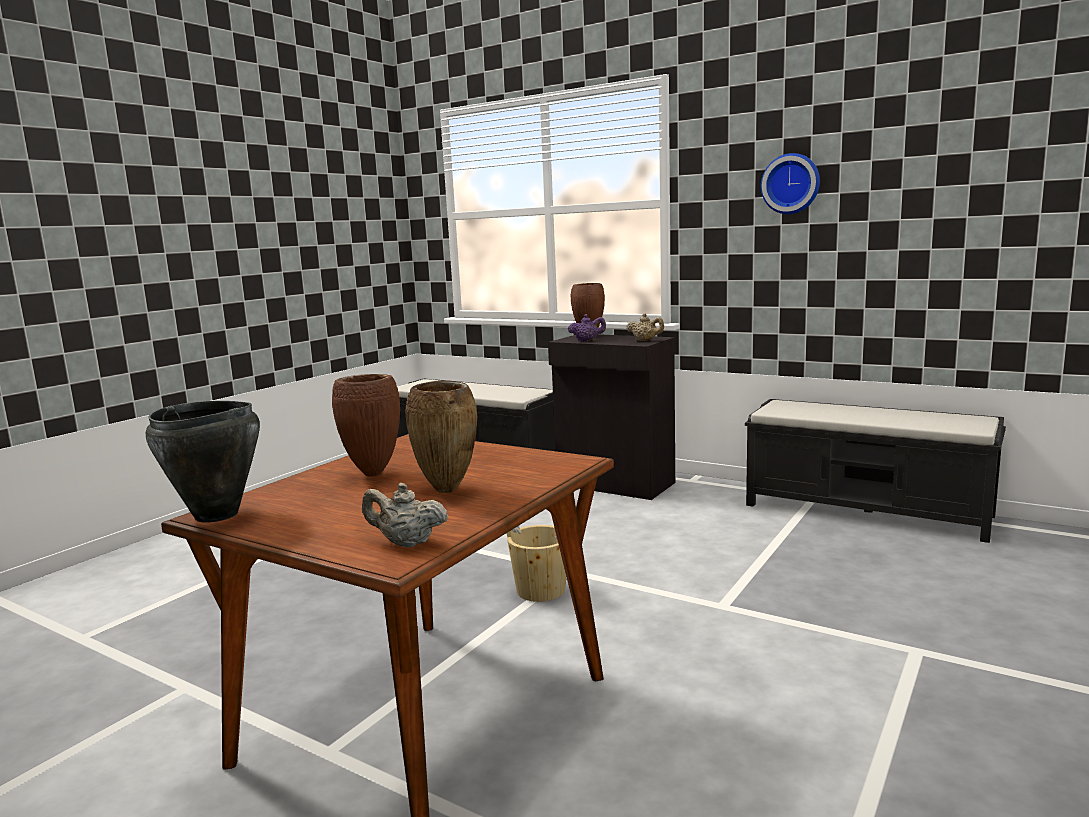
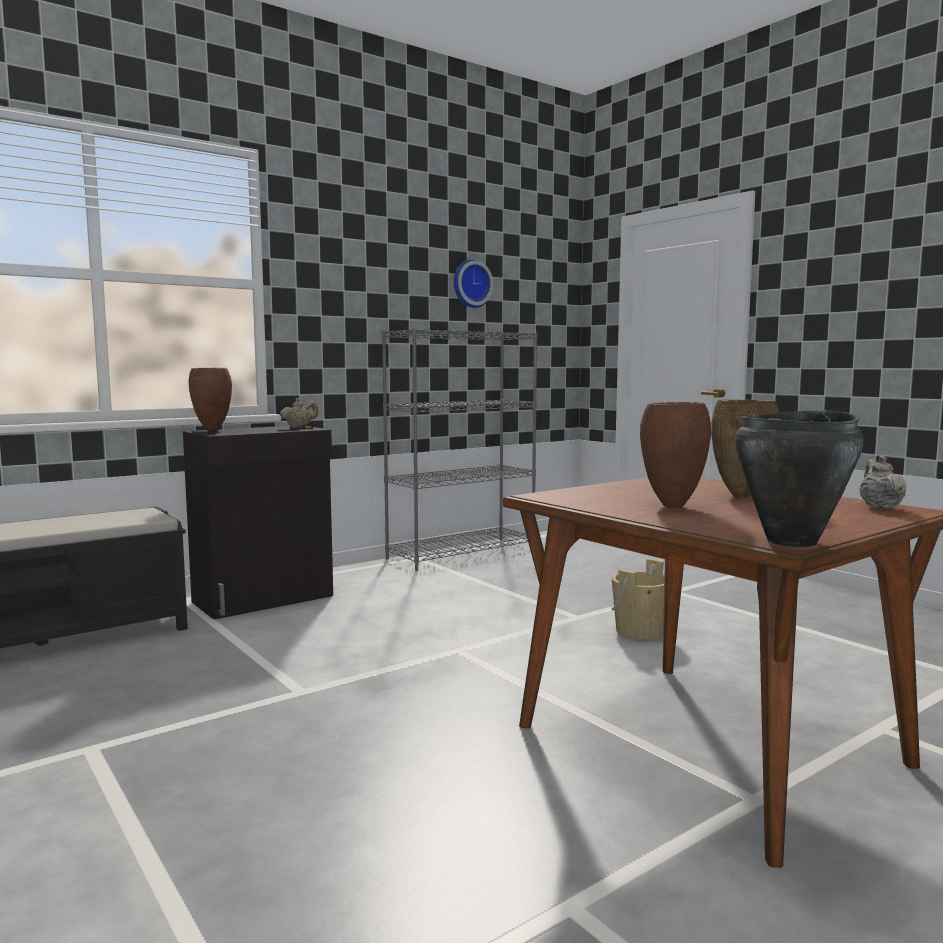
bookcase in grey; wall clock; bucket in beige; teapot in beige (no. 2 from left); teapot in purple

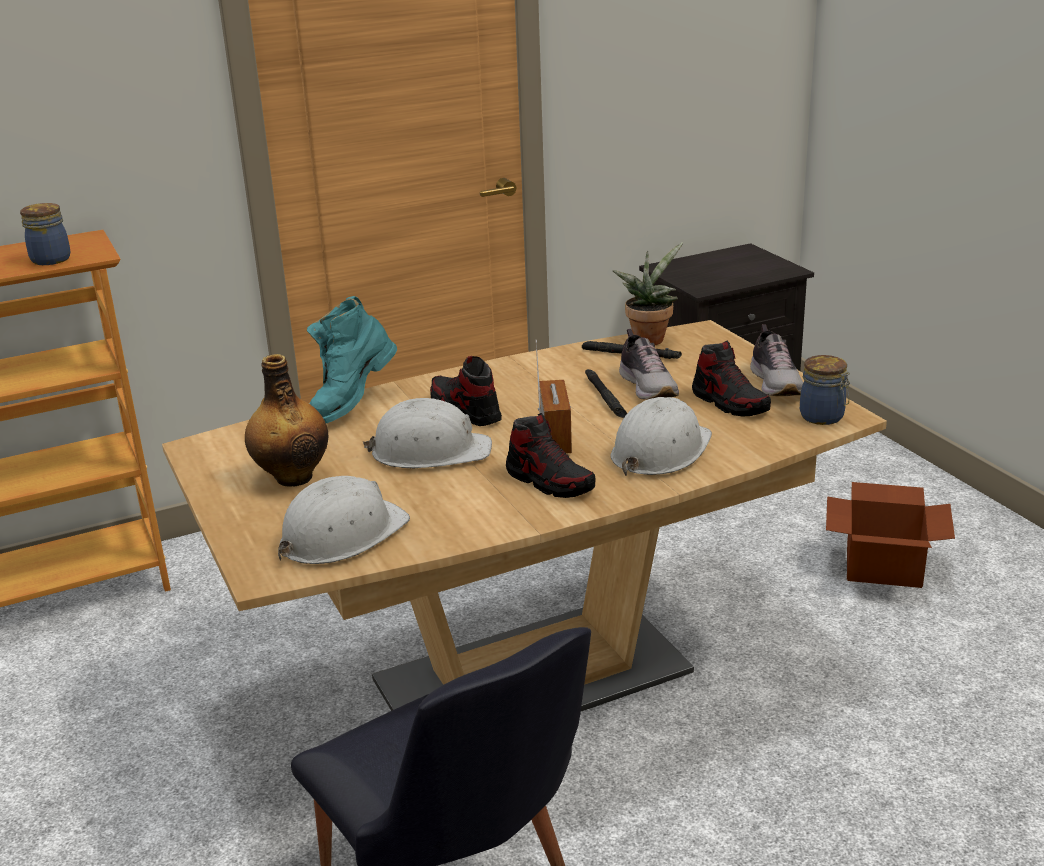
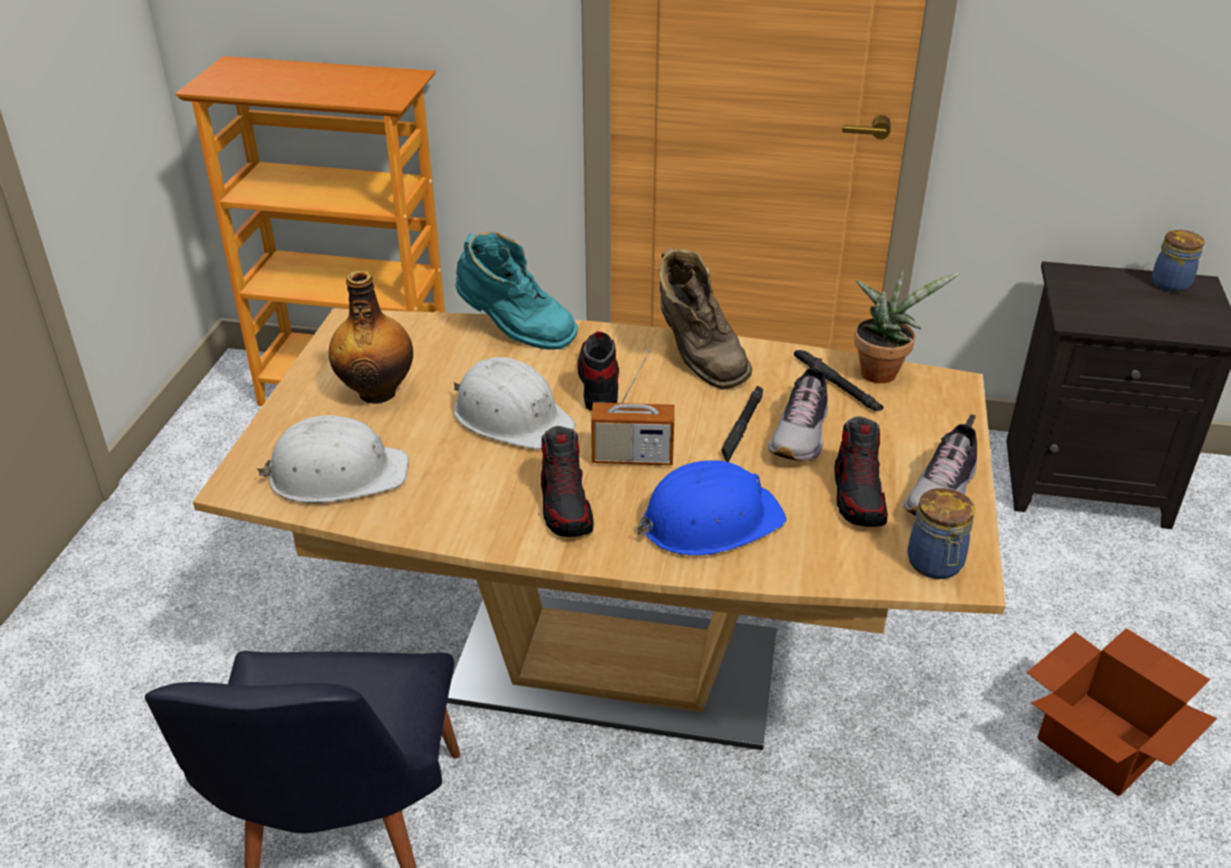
boot in turquoise; radio; hard hat in blue; boot in brown; jar (no. 2 from left)

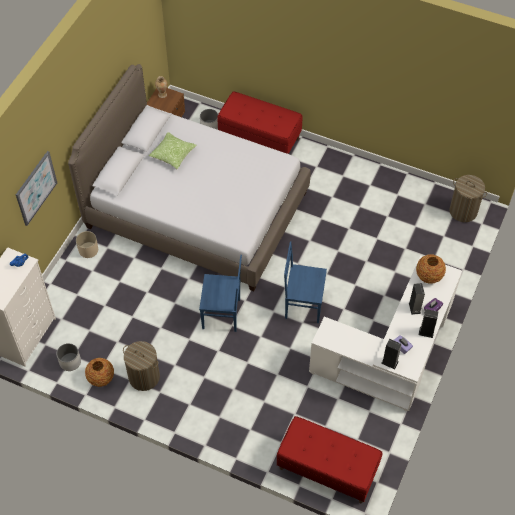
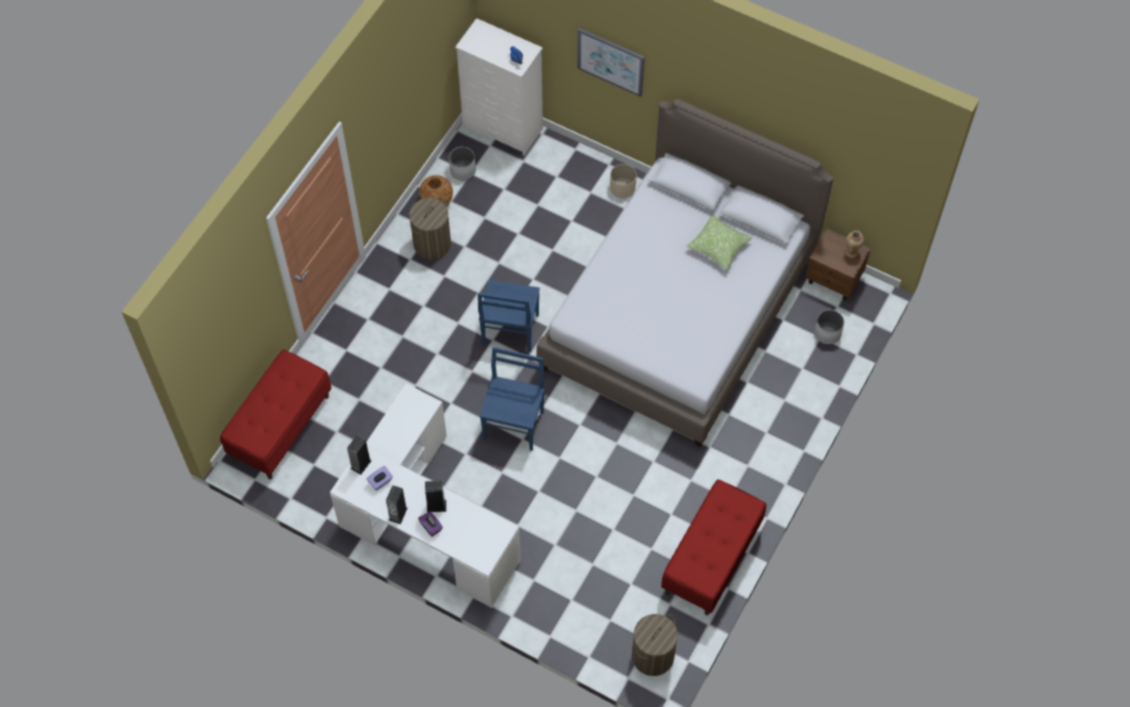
bench in red (no. 2 from left); vase (no. 3 from left in the first image)

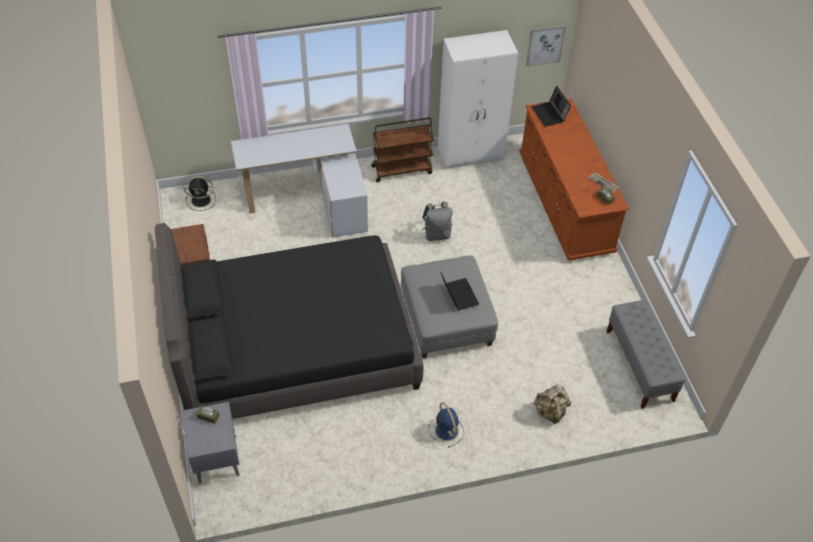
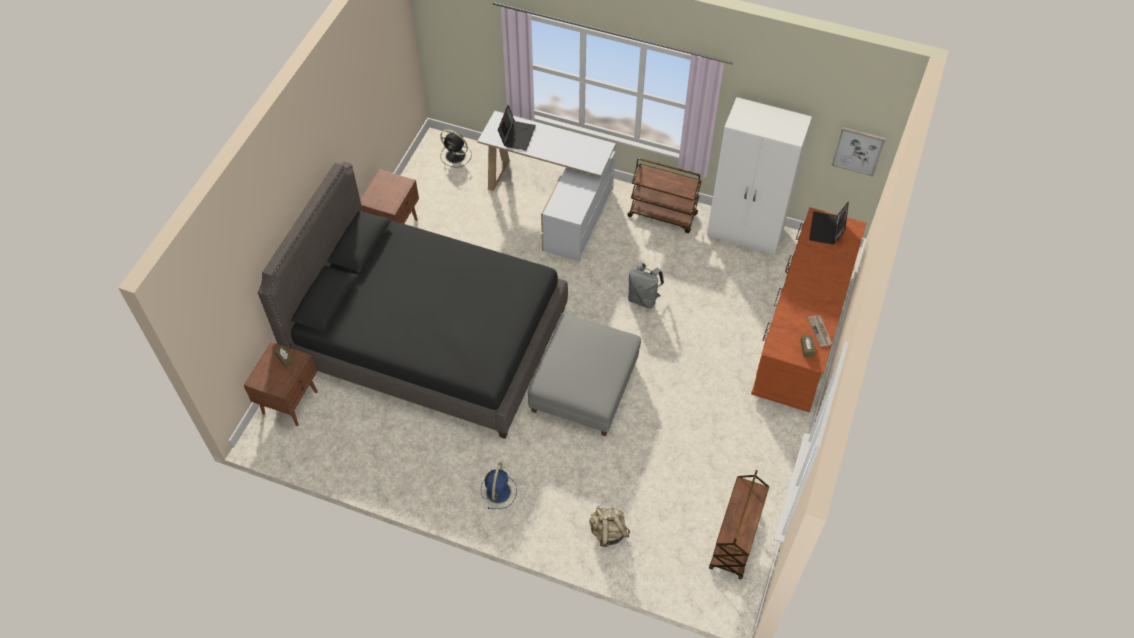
nightstand in brown (no. 1 from left); laptop (no. 1 from left); cart in brown (no. 2 from left)

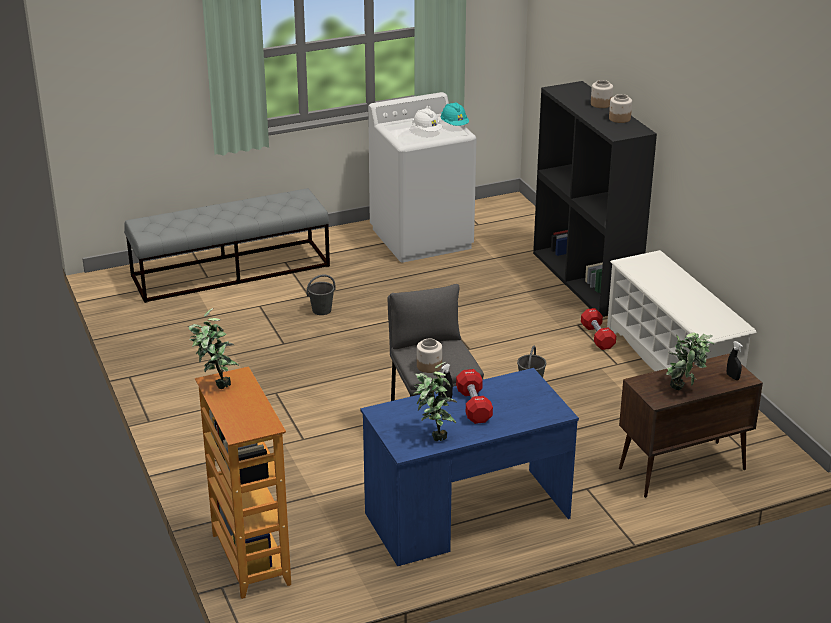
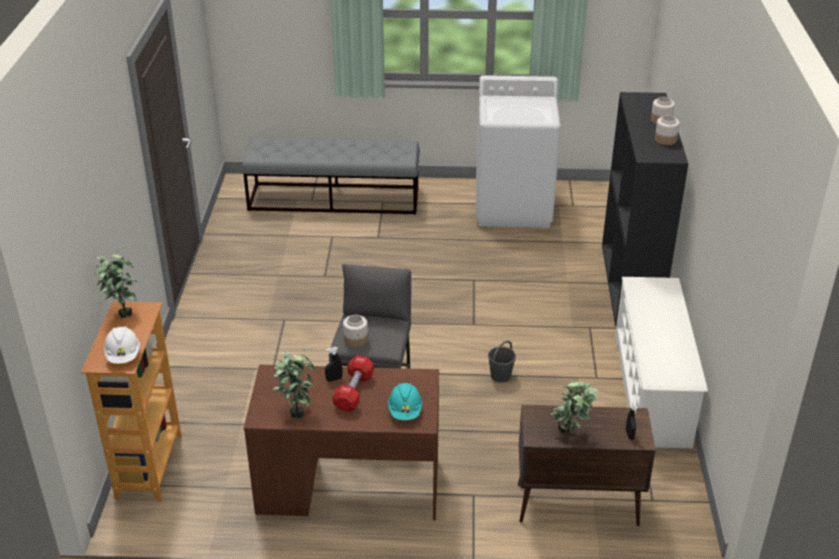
hard hat in white; desk in brown; hard hat in turquoise; bucket in grey (no. 1 from left in the first image); dumbbell in red (no. 2 from left in the first image)

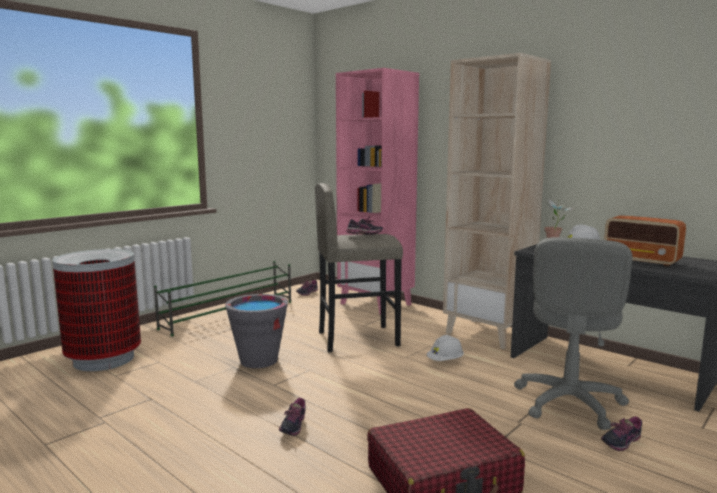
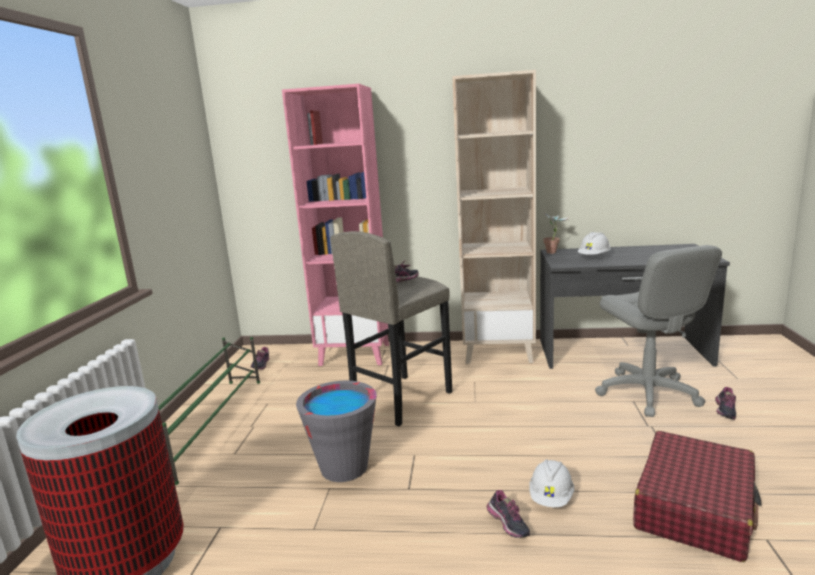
hard hat in white (no. 1 from left); radio

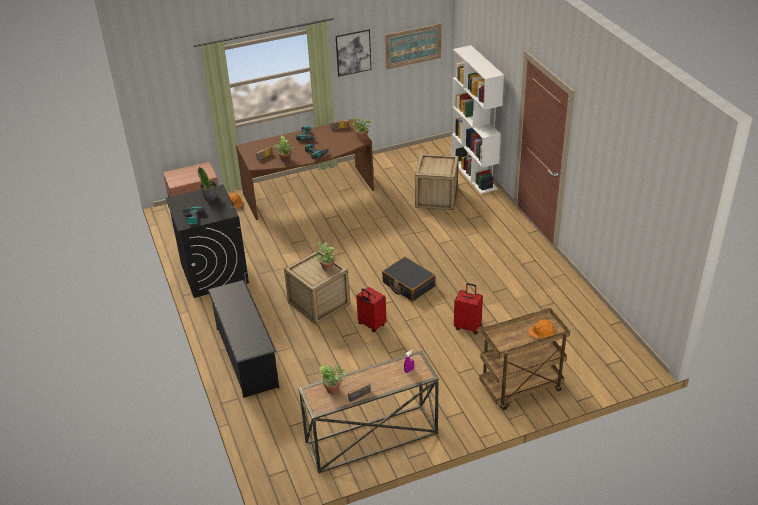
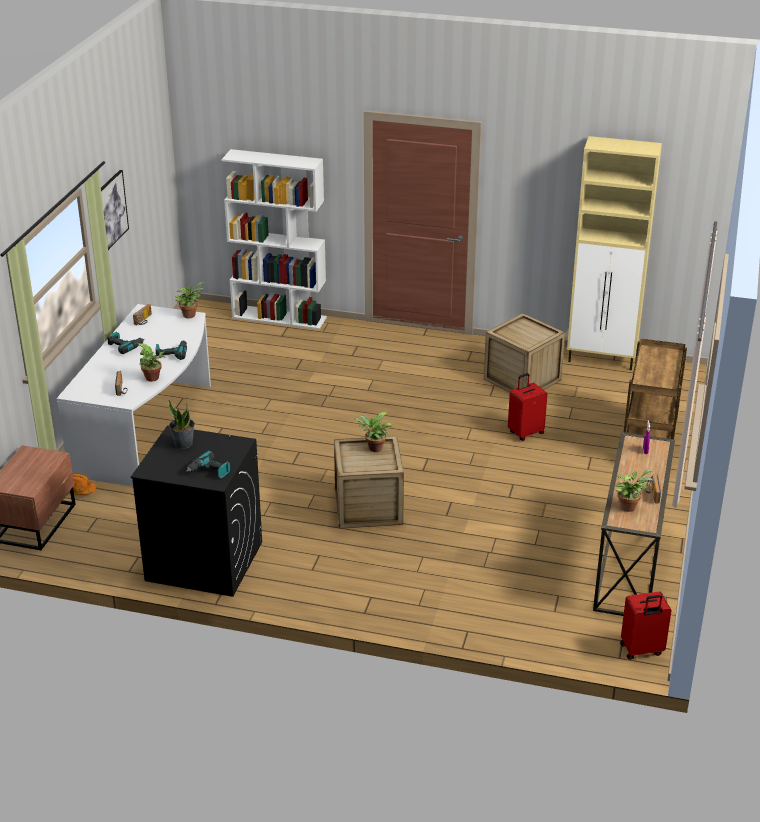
desk in white; crate (no. 2 from left); cabinet in beige; suitcase in red (no. 2 from left); shoe rack in black; suitcase in black; picture (no. 2 from left in the first image); hard hat in orange (no. 2 from left in the first image)

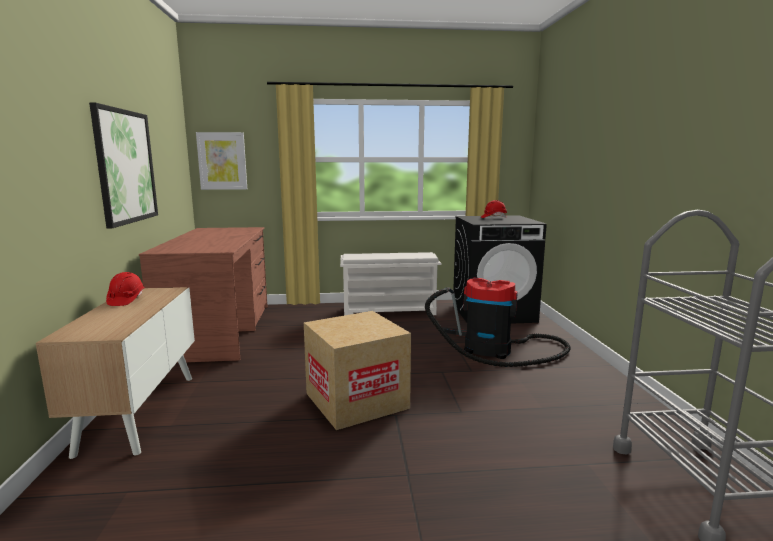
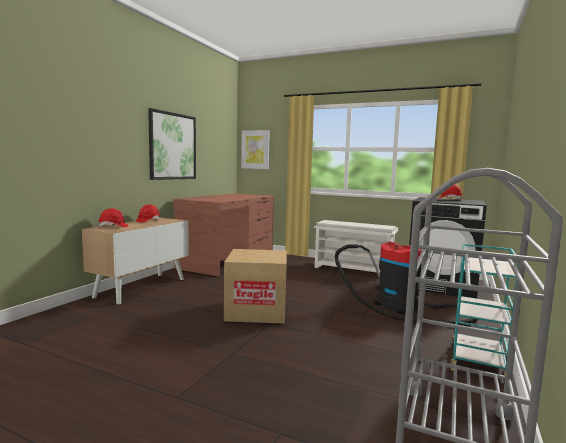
hard hat in red (no. 1 from left); cart in turquoise

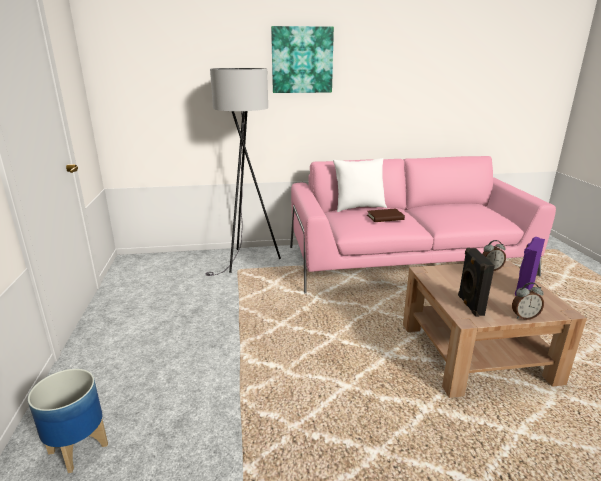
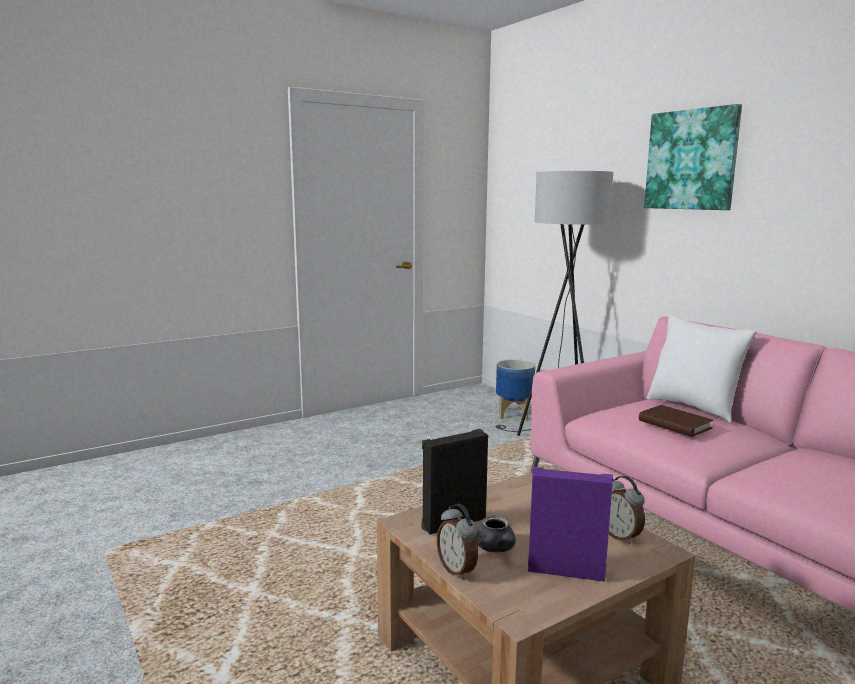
teapot in grey; planter

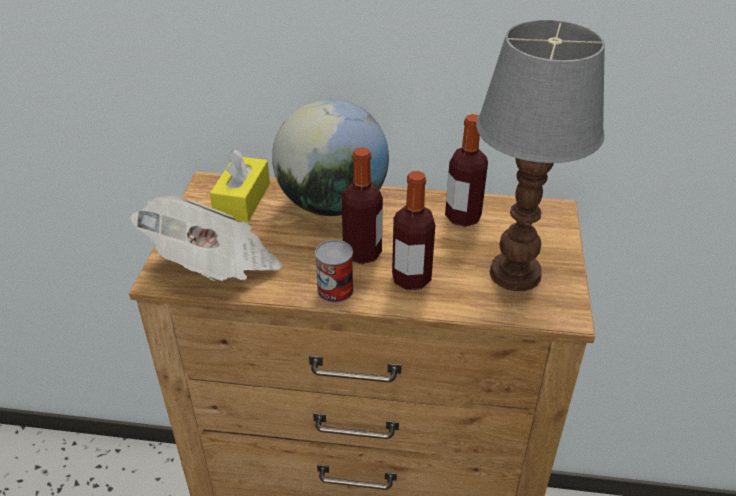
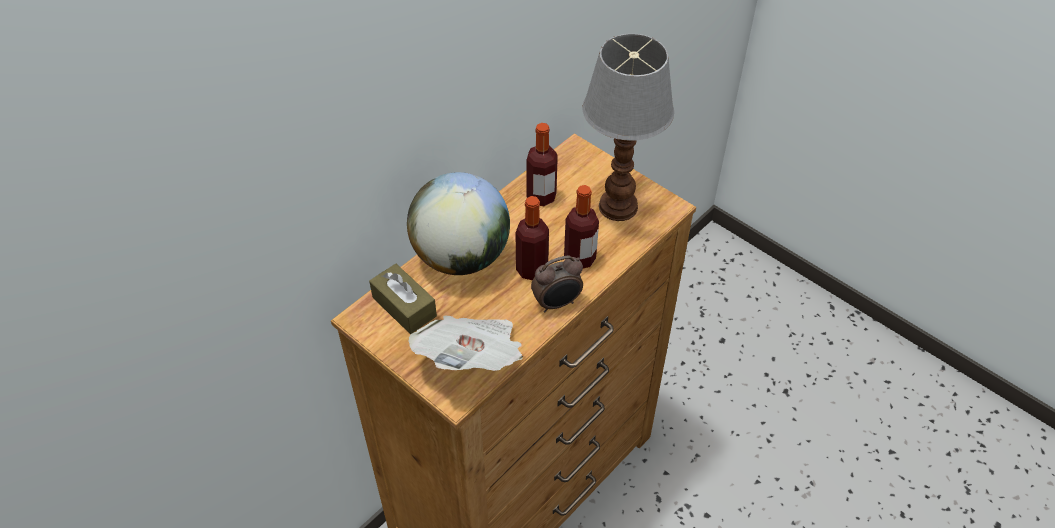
tissue box in brown; alarm clock

